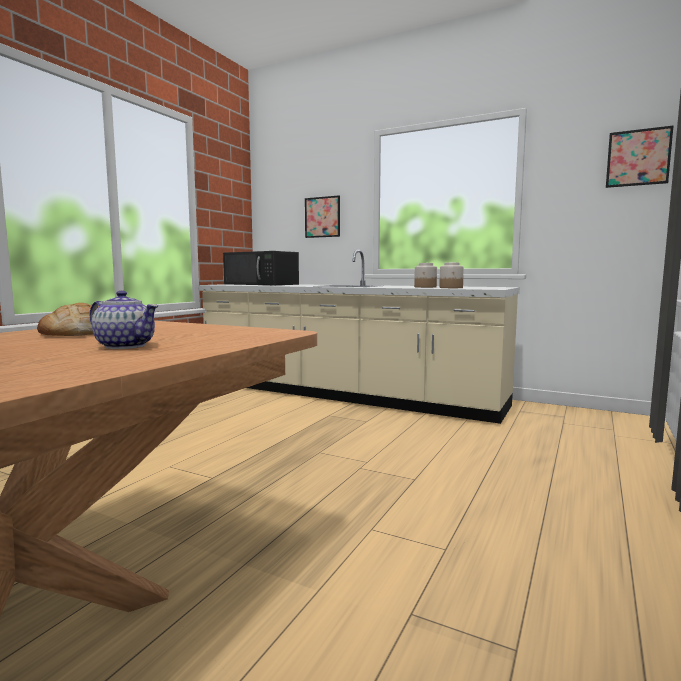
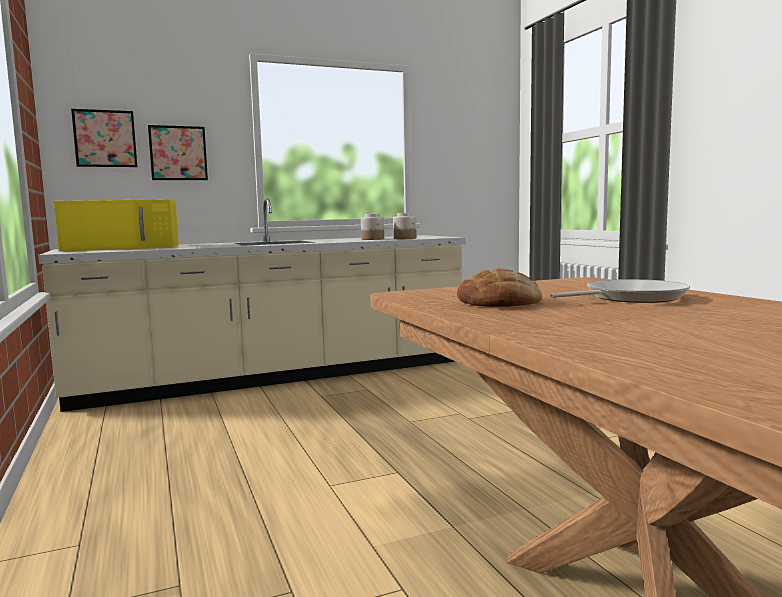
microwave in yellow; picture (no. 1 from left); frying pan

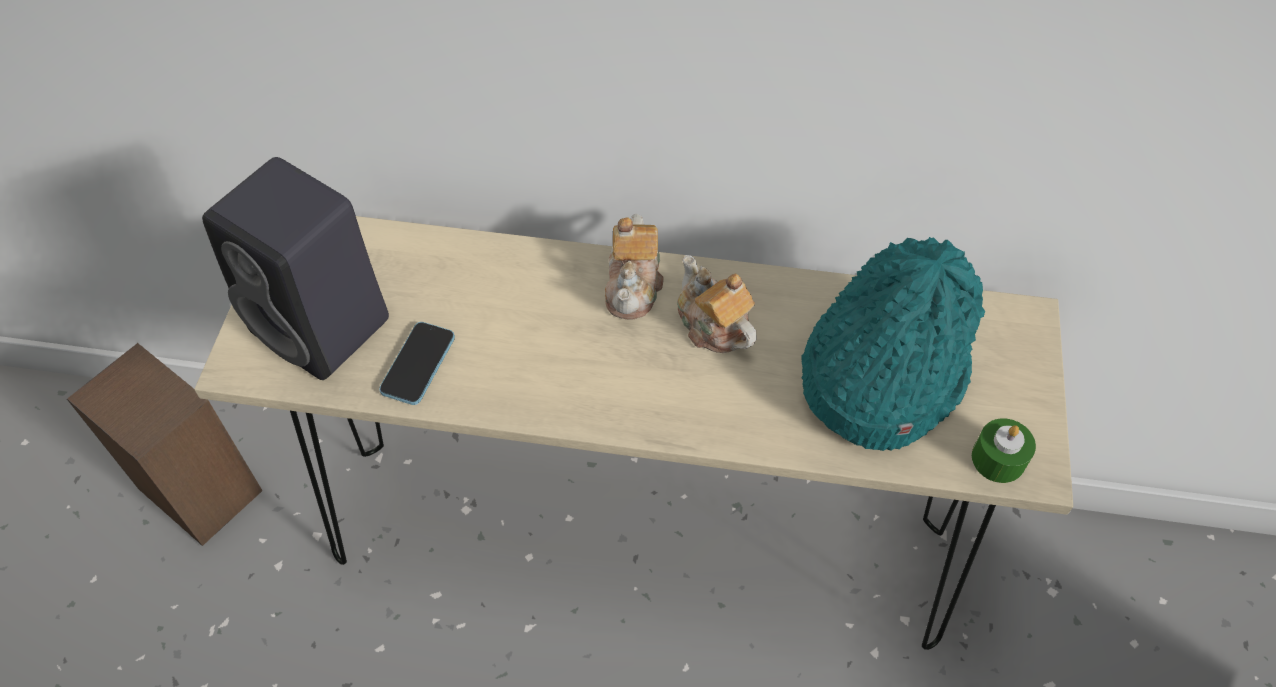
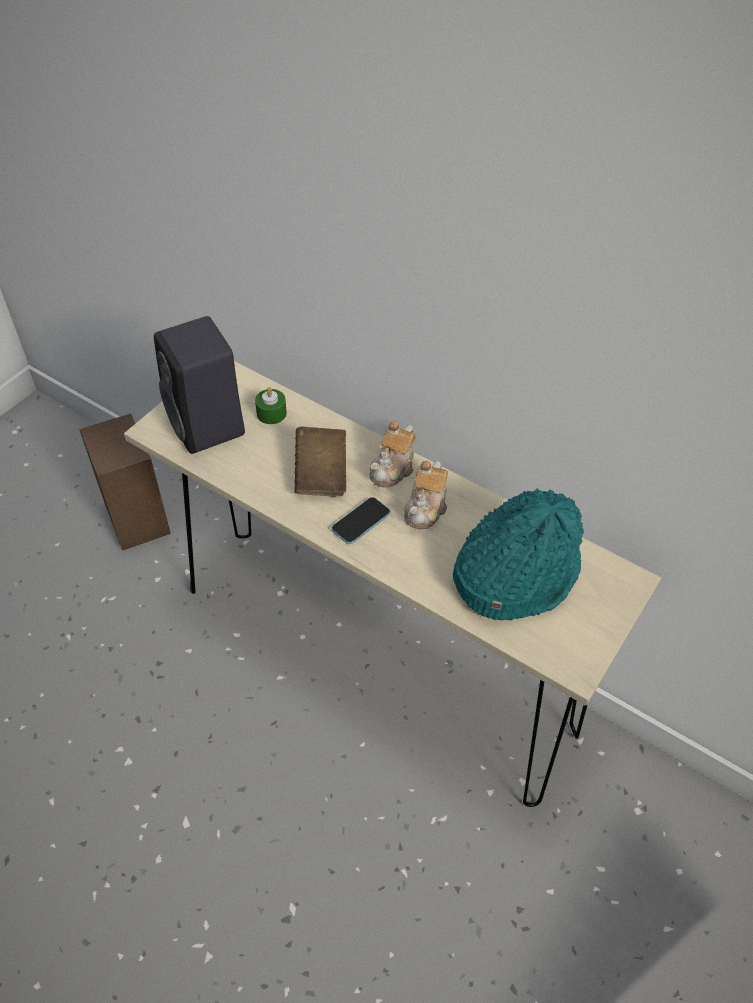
candle in green; book in brown; phone; teapot (no. 2 from left)

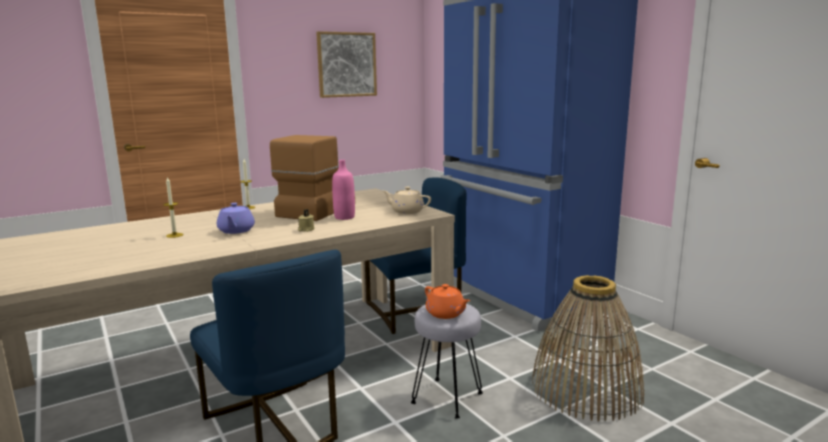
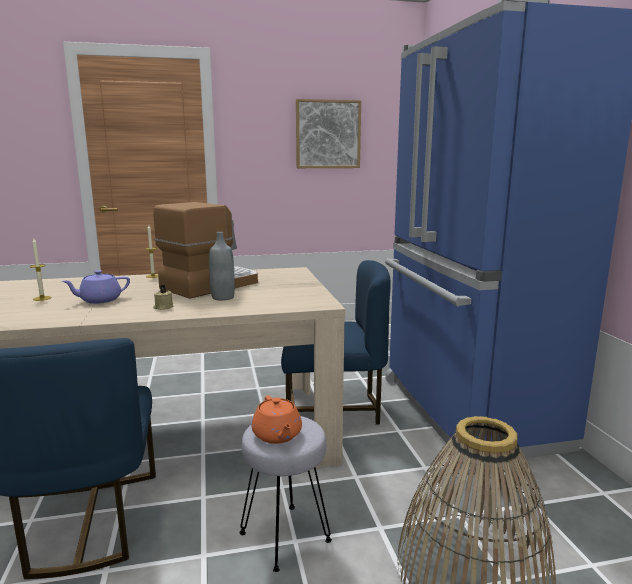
teapot in purple; bottle in grey; teapot in beige

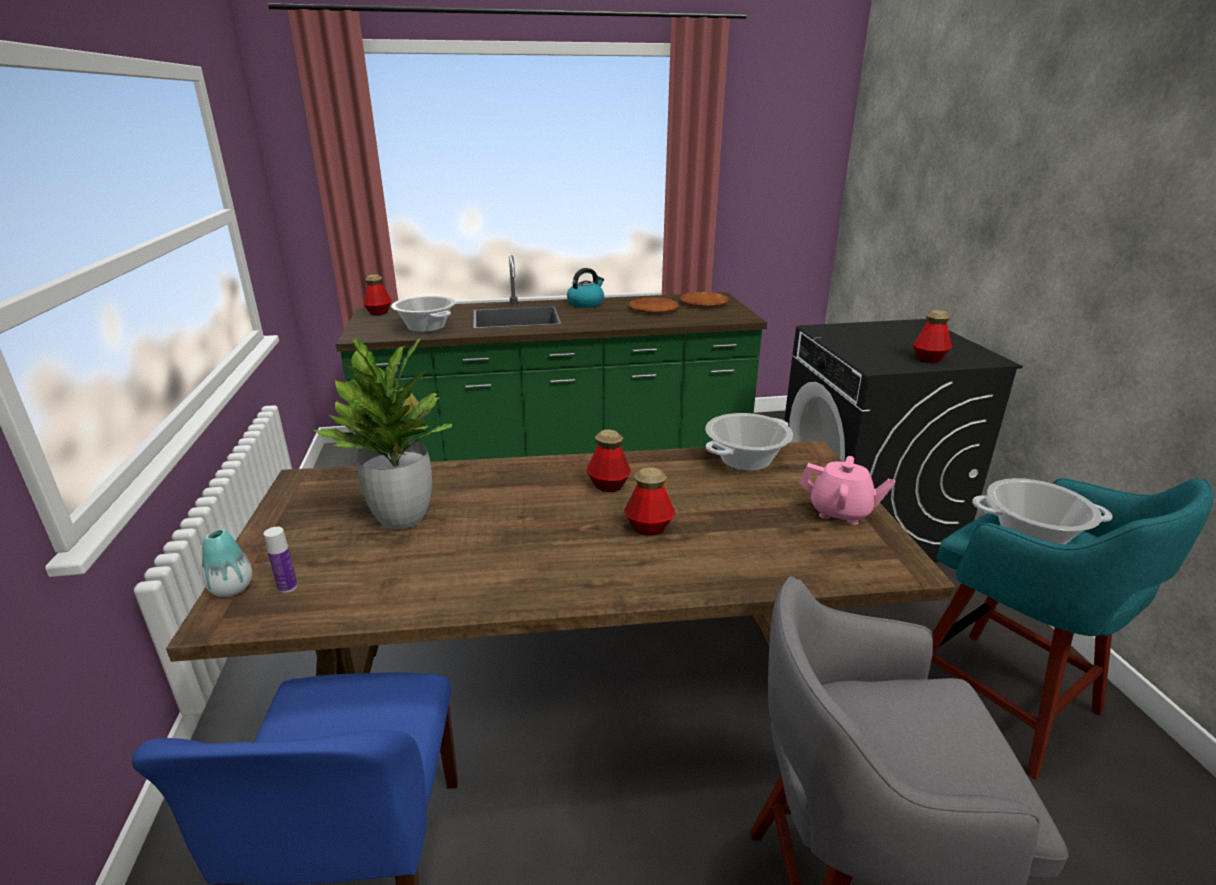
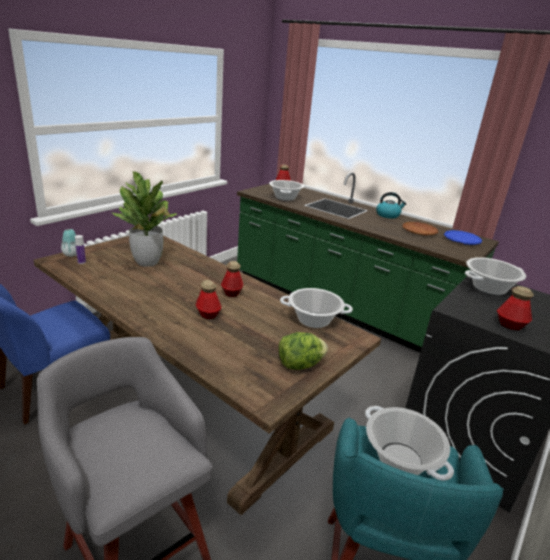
lettuce; plate in blue; cooking pot (no. 4 from left)

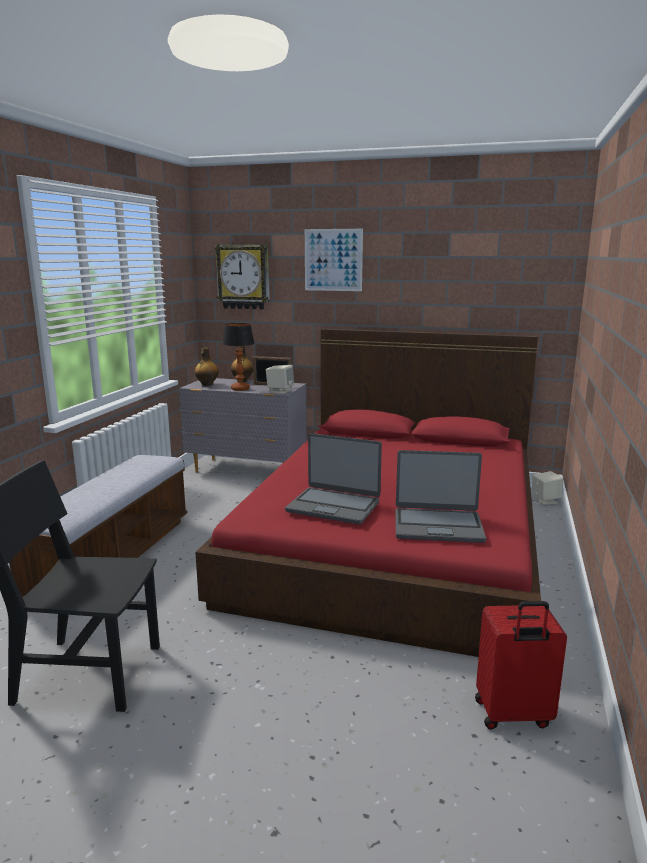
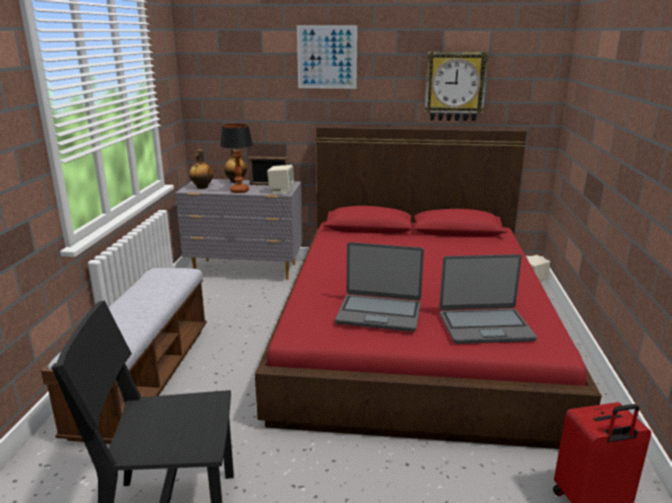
wall clock

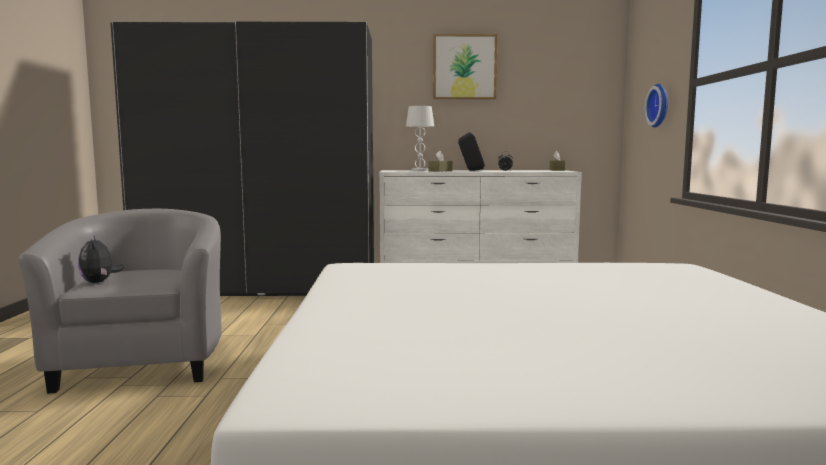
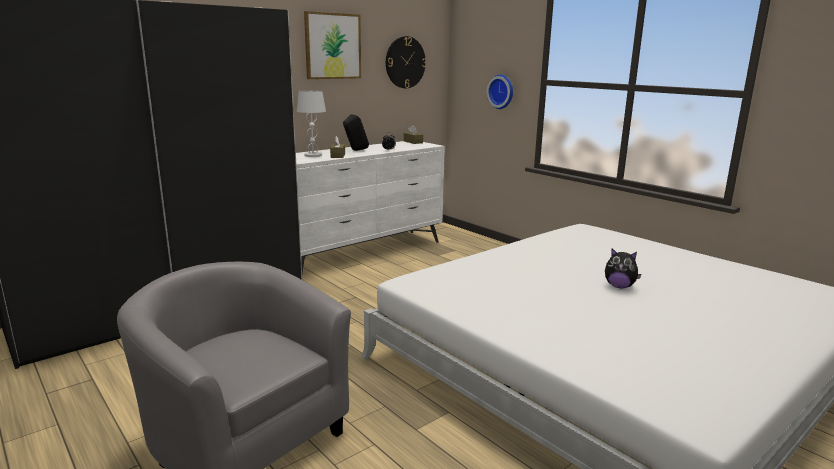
wall clock (no. 1 from left); plush toy

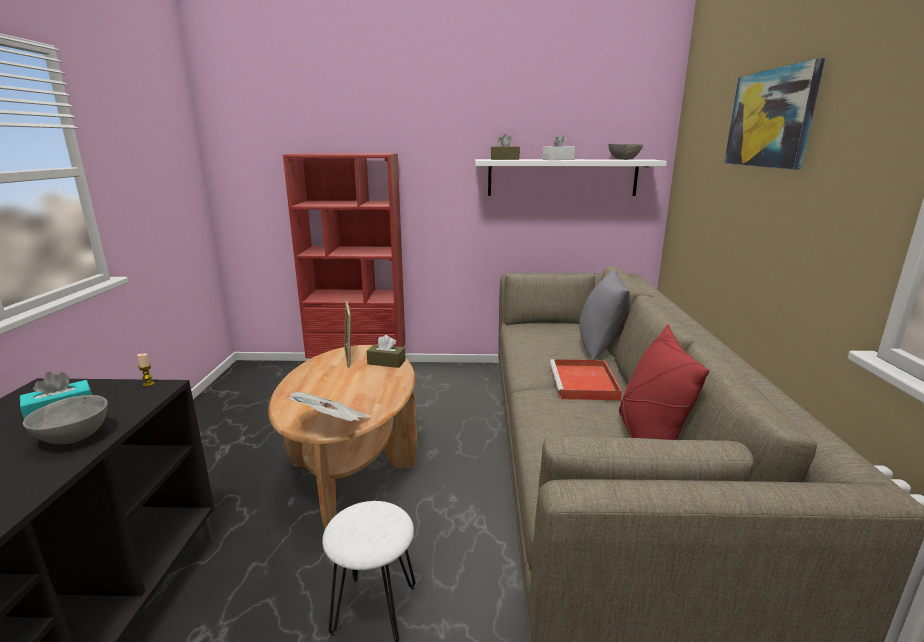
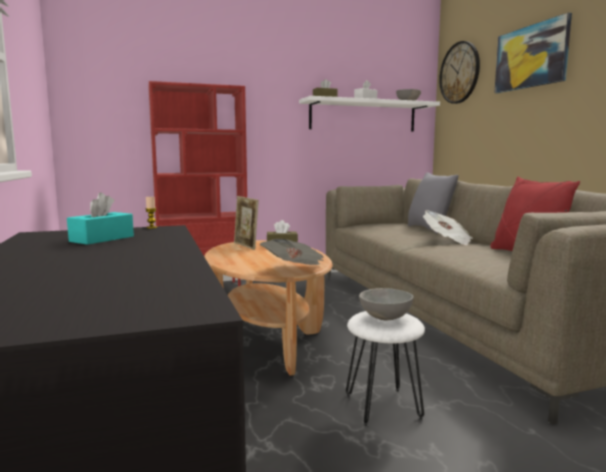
bowl in grey (no. 1 from left); newspaper (no. 2 from left); wall clock

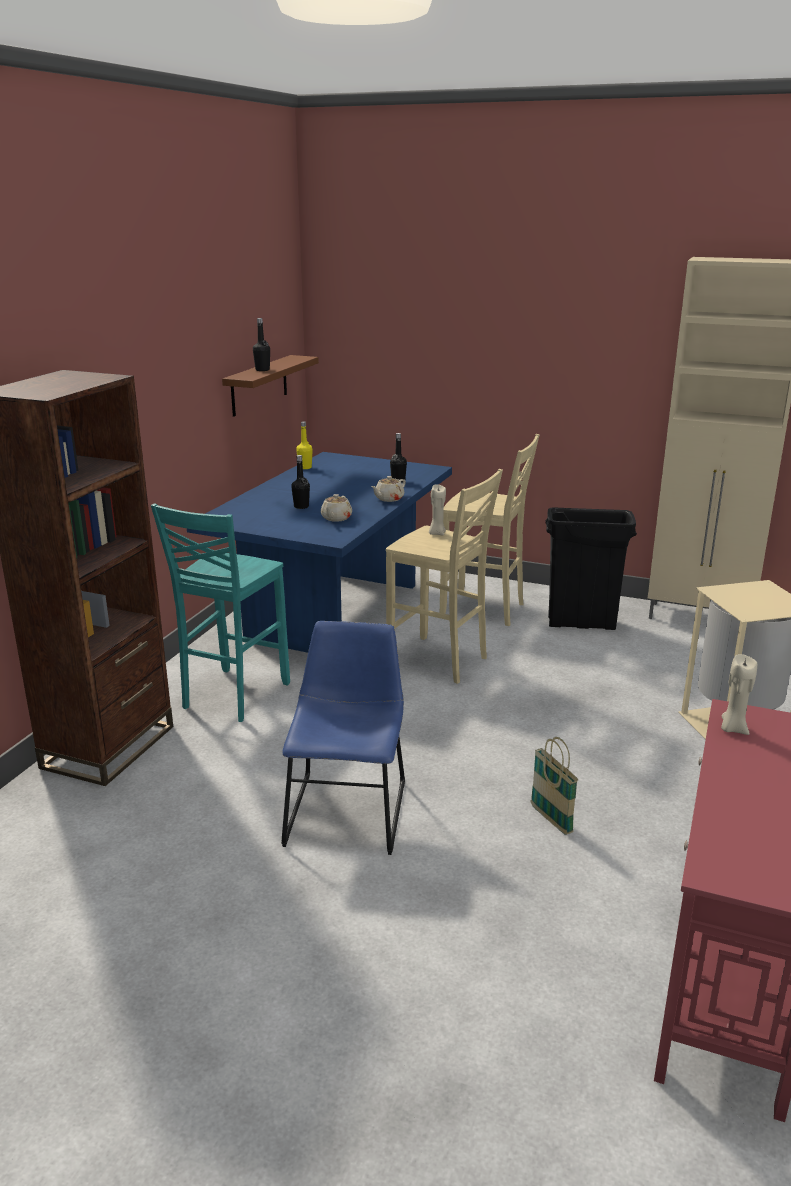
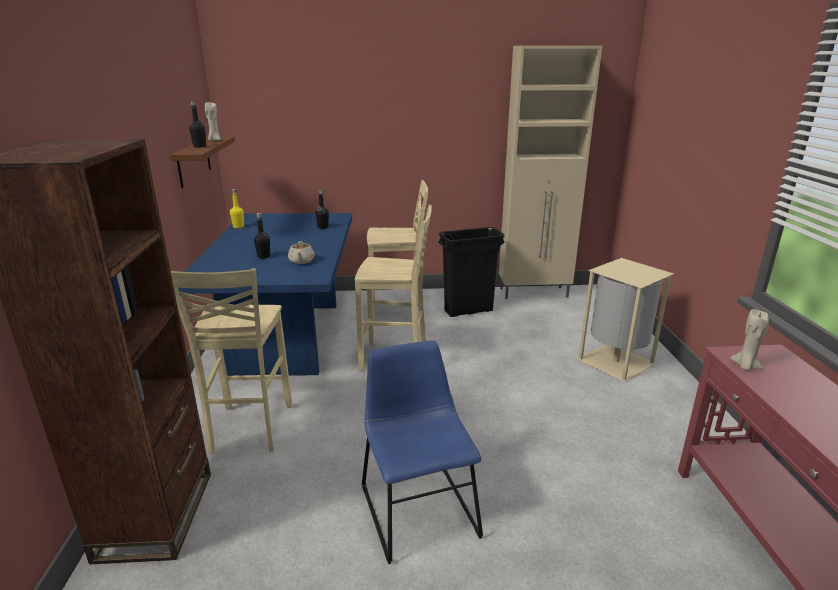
stool in beige (no. 1 from left); candle in beige (no. 1 from left); teapot in beige (no. 2 from left in the first image); basket

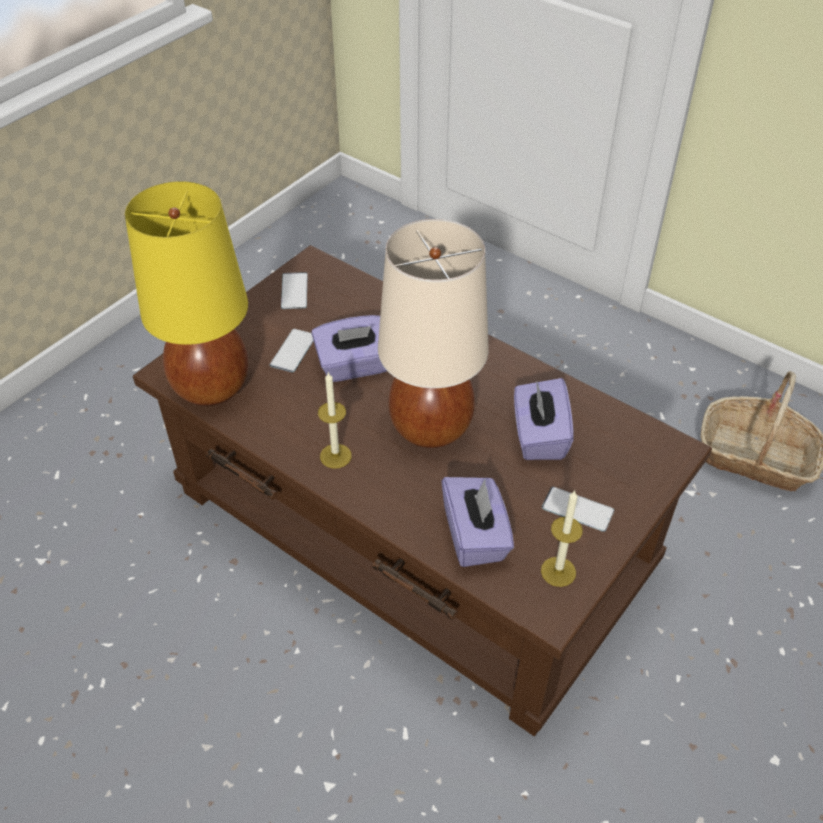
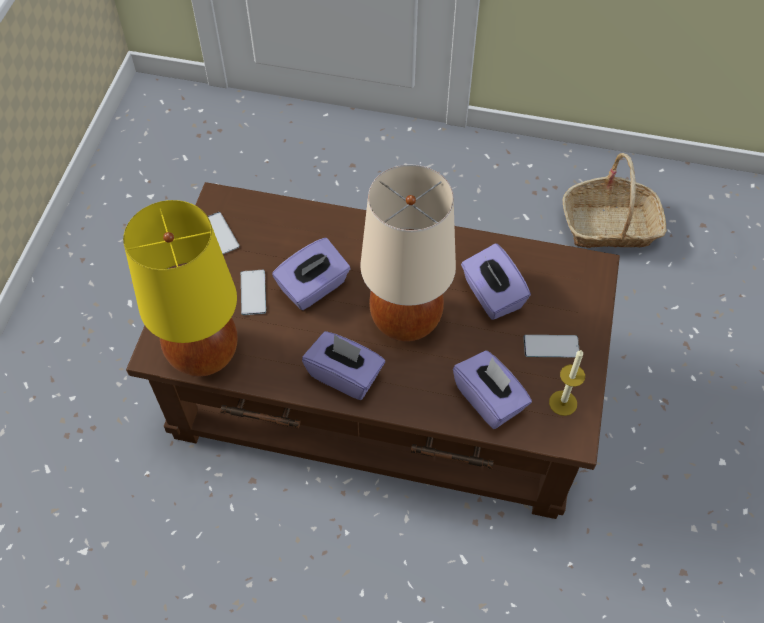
tissue box in purple (no. 2 from left)

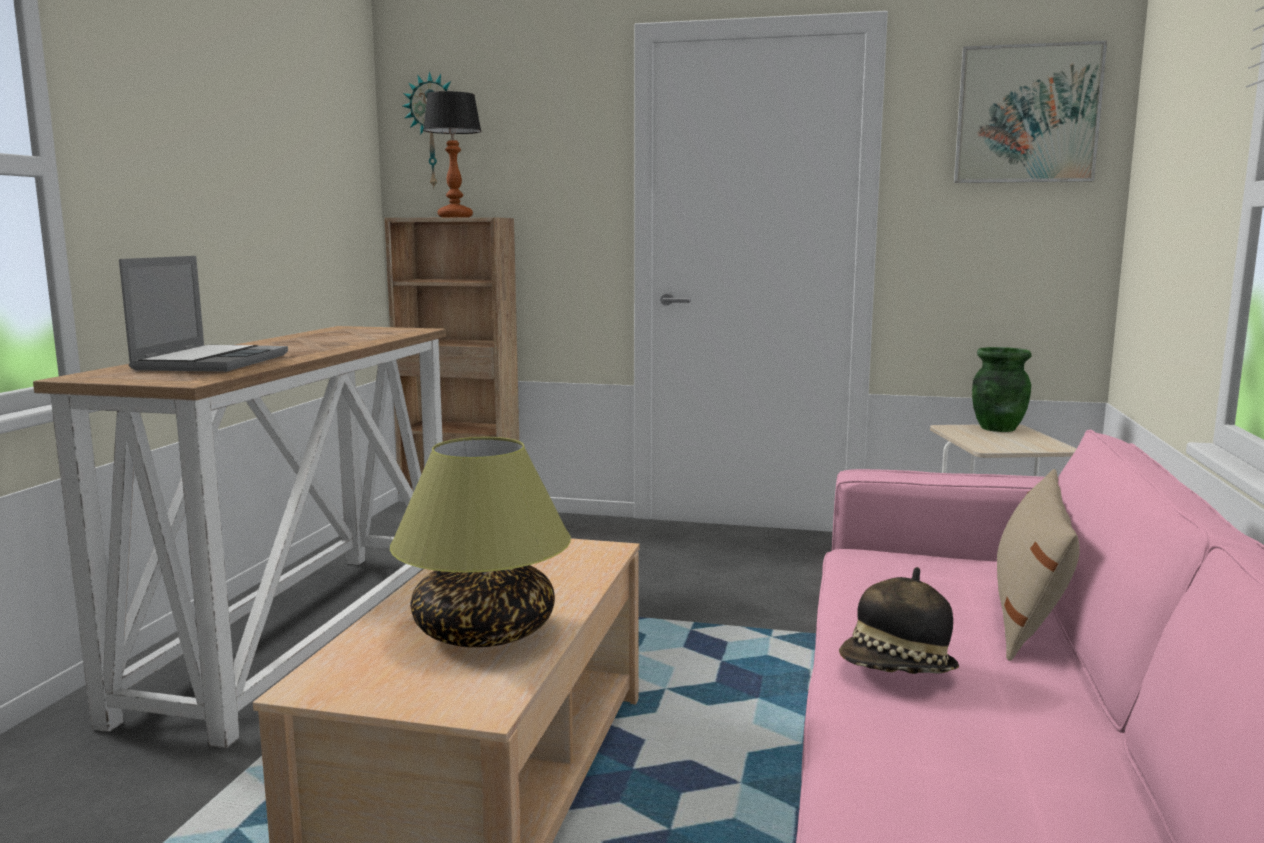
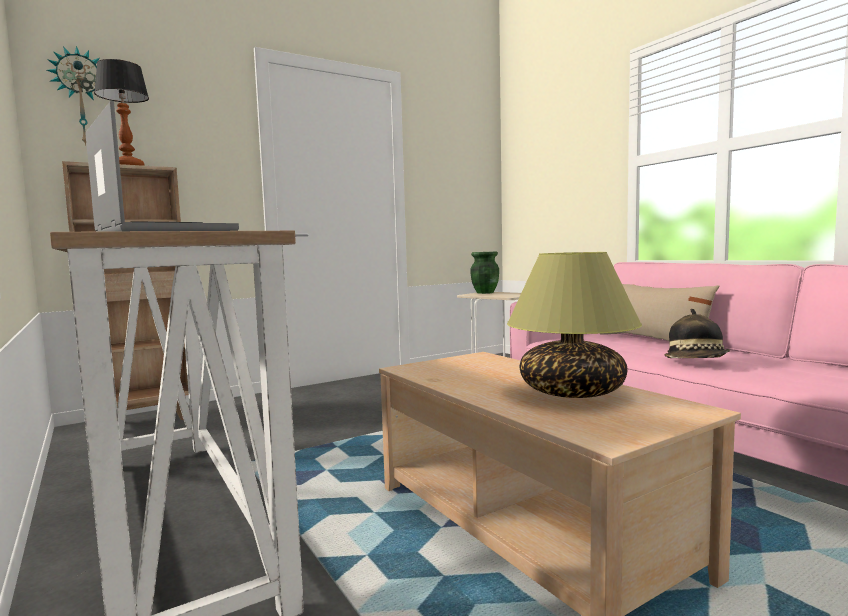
picture

